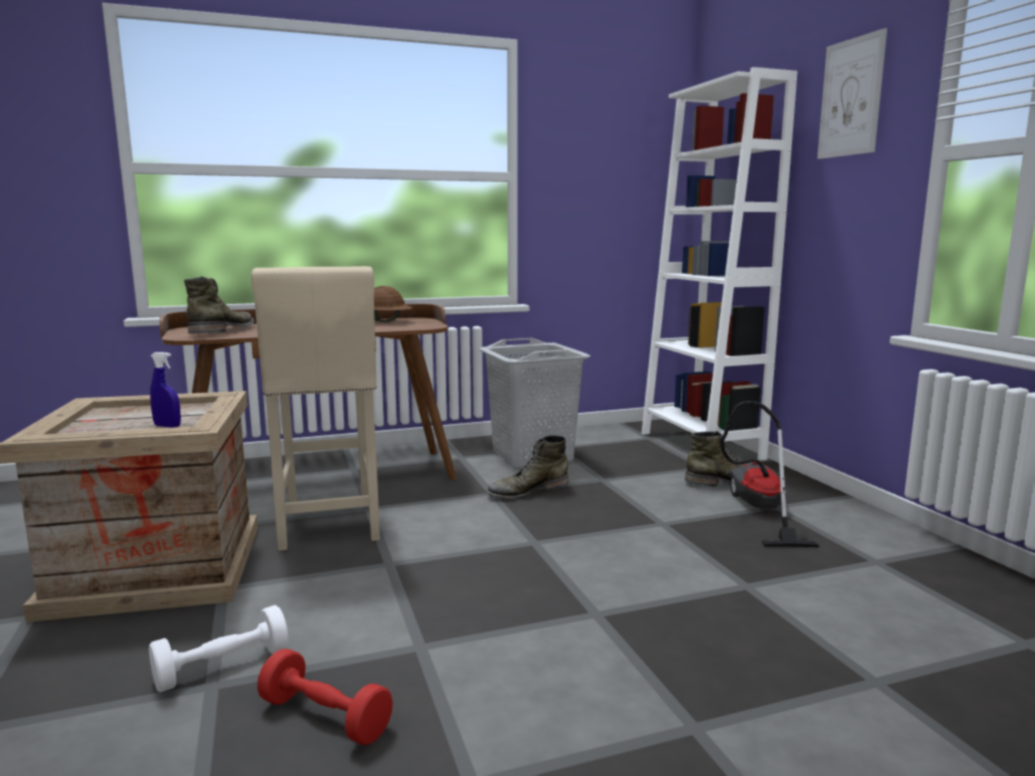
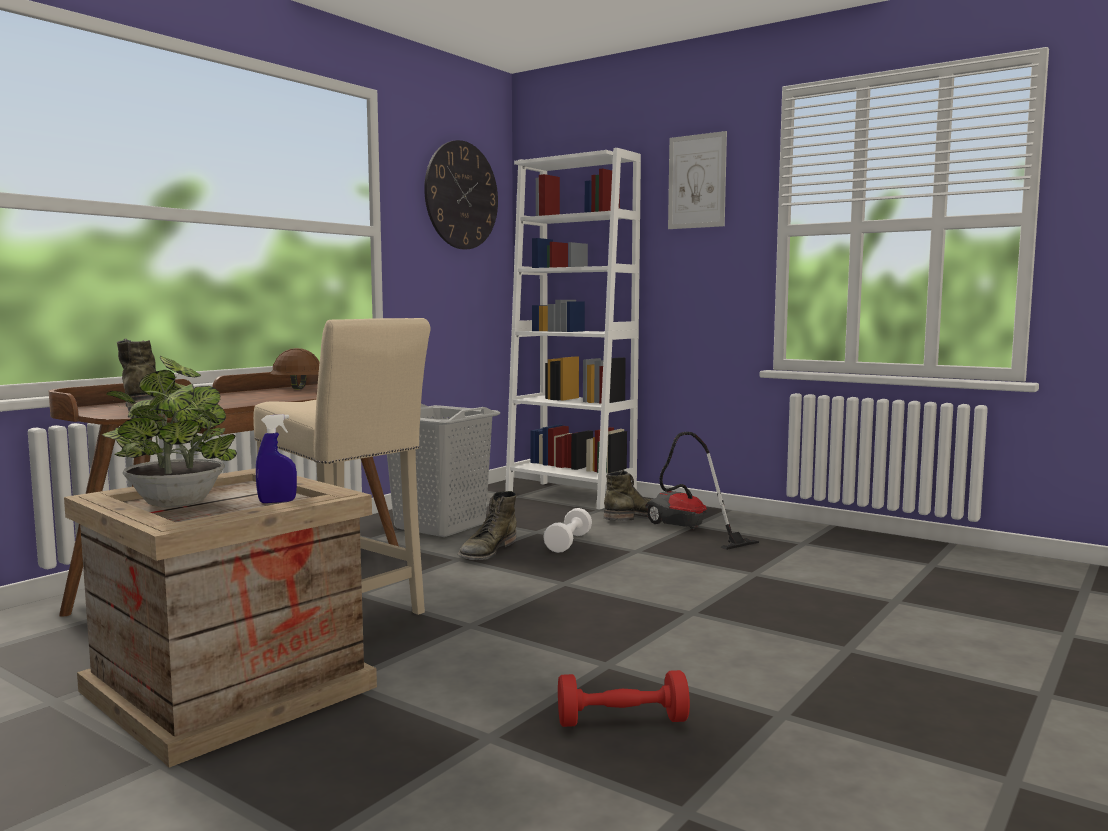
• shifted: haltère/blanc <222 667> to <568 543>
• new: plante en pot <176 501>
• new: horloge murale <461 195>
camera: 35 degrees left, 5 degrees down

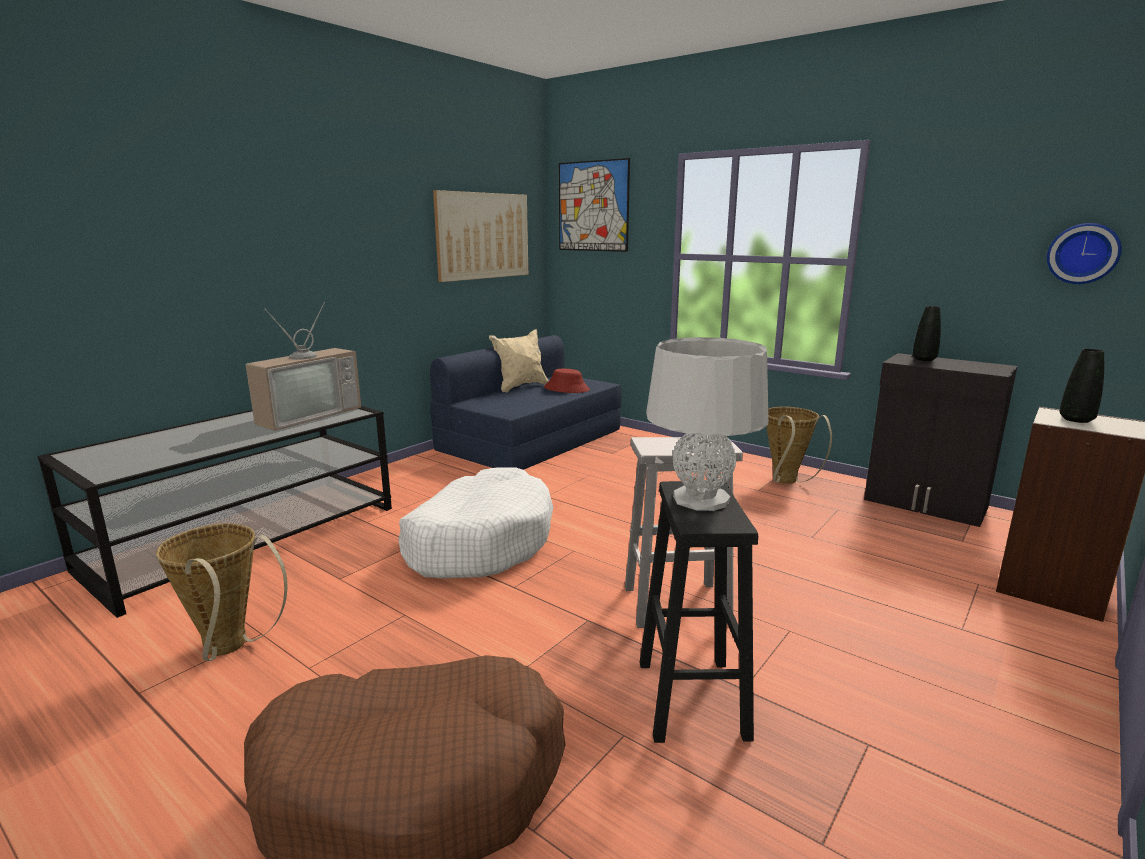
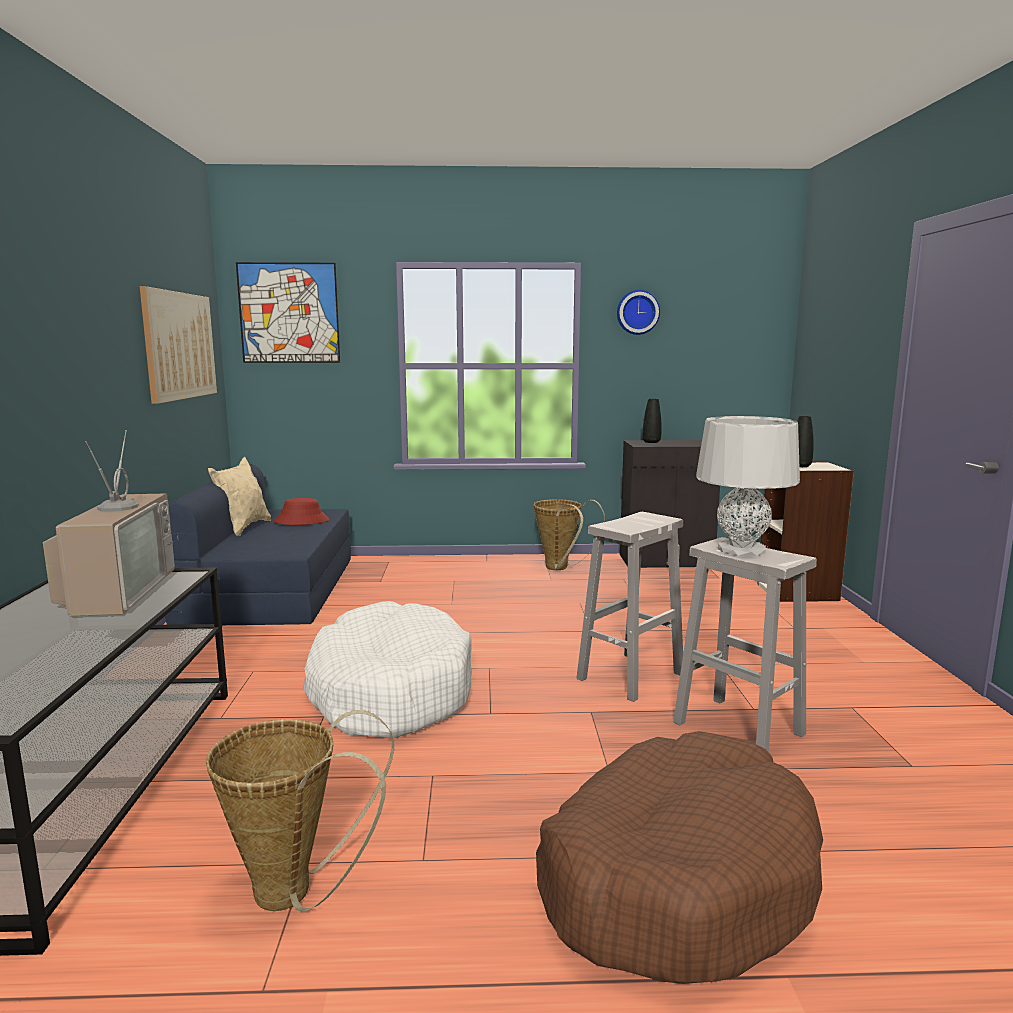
• repainted: tabouret/noir <692 700> to tabouret/blanc <740 729>
• shifted: horloge murale <1083 253> to <637 312>
camera: 40 degrees left, 5 degrees down

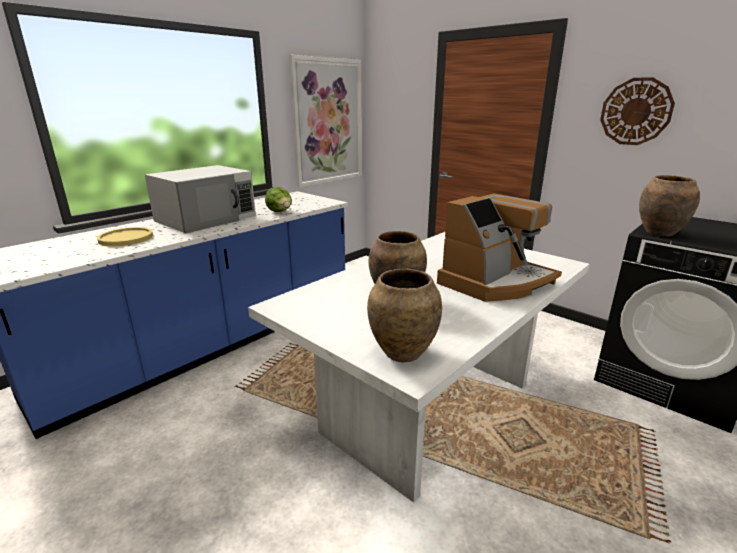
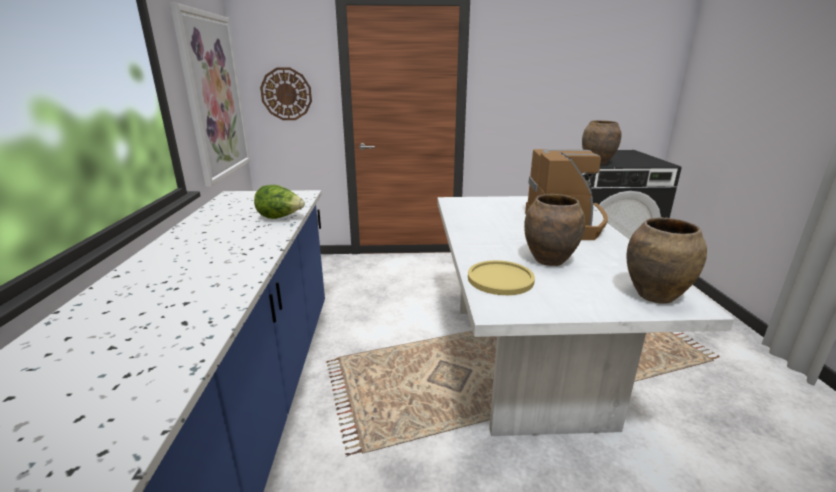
• shifted: assiette/jaune <126 238> to <500 279>
• gone: micro-ondes/blanc <207 218>
• shifted: horloge murale <636 112> to <286 94>
camera: 45 degrees left, 0 degrees up

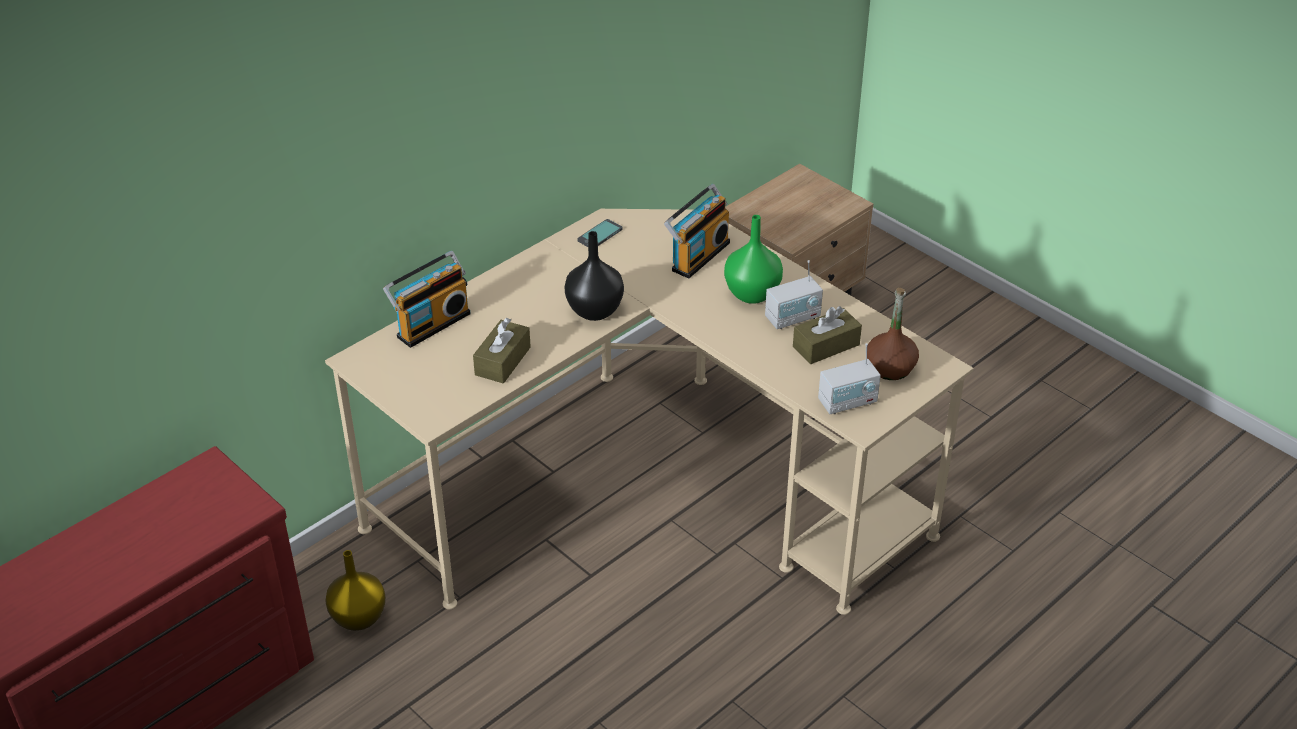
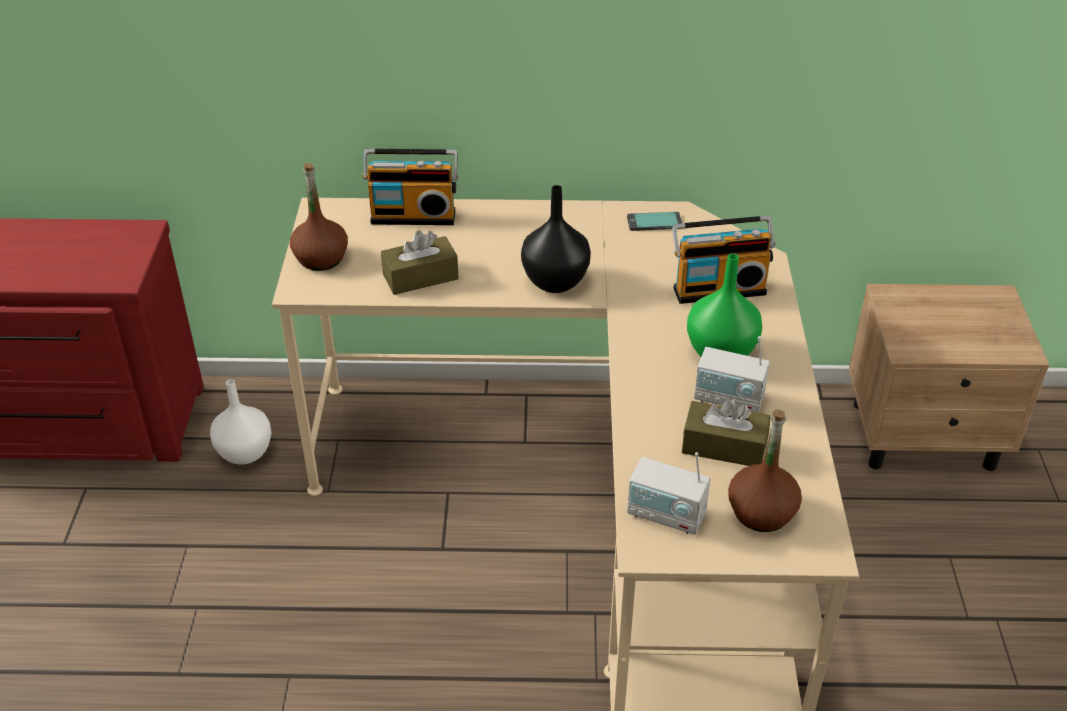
• repainted: vase/jaune <358 617> to vase/blanc <245 452>
• new: bouteille/marron <321 258>
camera: 45 degrees right, 0 degrees up

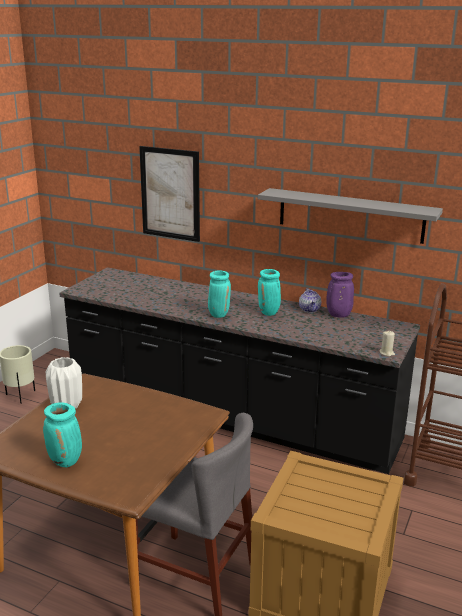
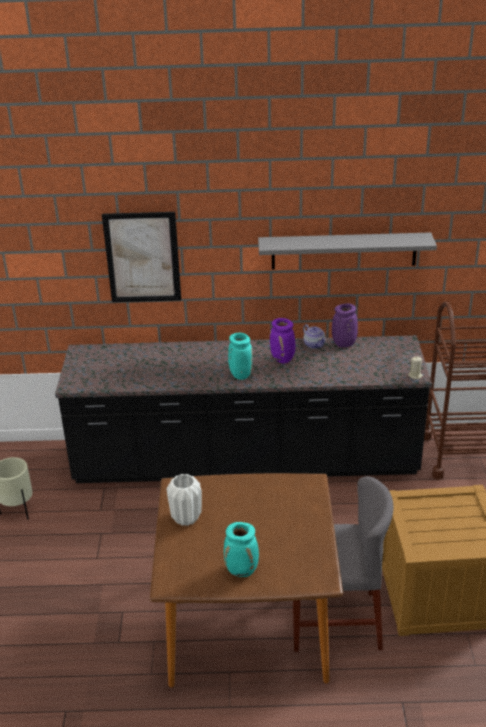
• repainted: vase/turquoise <269 313> to vase/violet <283 359>
camera: 25 degrees left, 10 degrees up

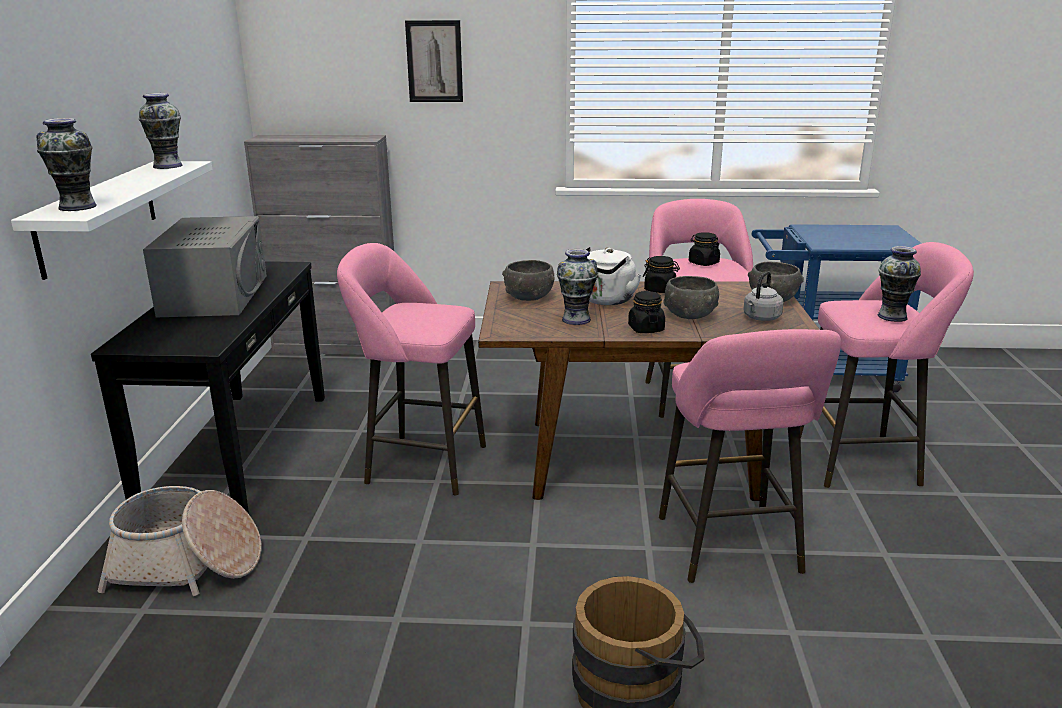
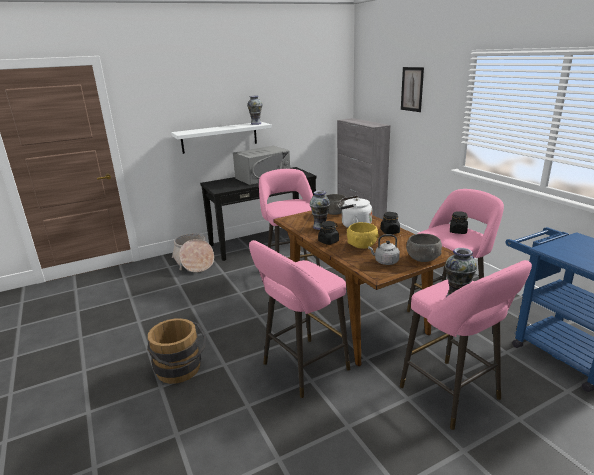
• gone: vase <77 207>
• repainted: bol/gris <690 315> to bol/jaune <362 246>
camera: 60 degrees right, 0 degrees up

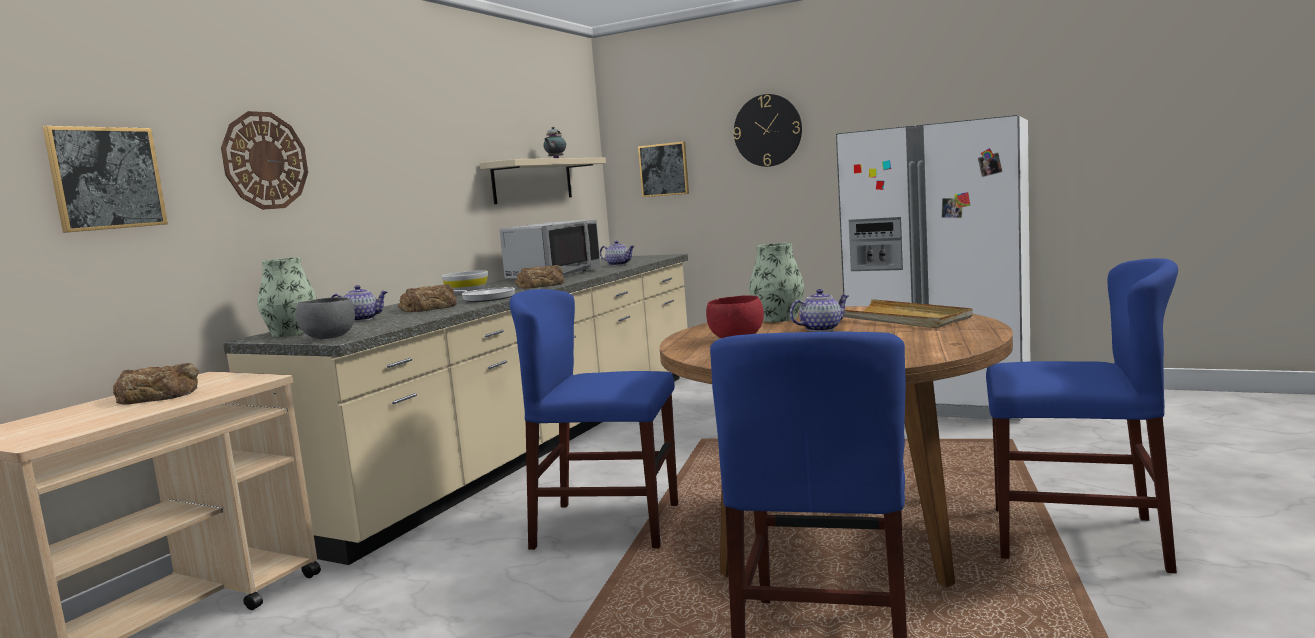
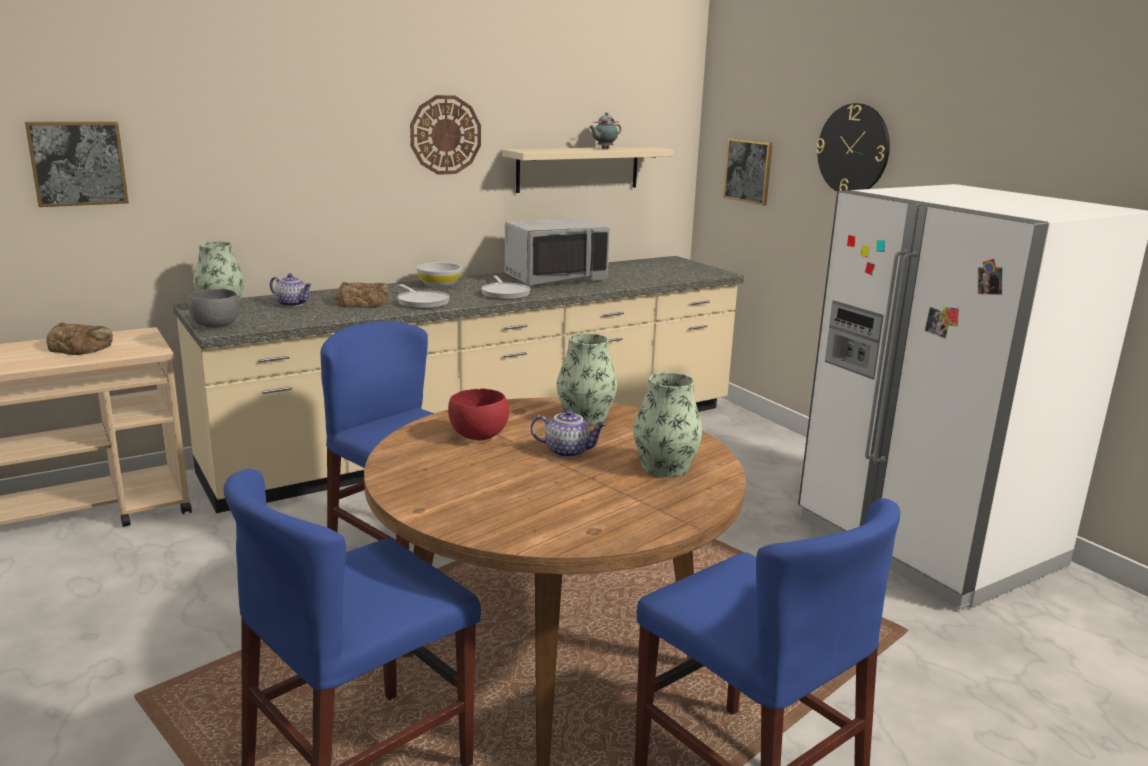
• shifted: horloge murale <265 160> to <445 135>
• swapped: pain <541 285> to poêle <505 293>
• gone: théière <619 264>
• swapped: plateau/beige <902 319> to vase <665 467>
camera: 30 degrees right, 10 degrees up

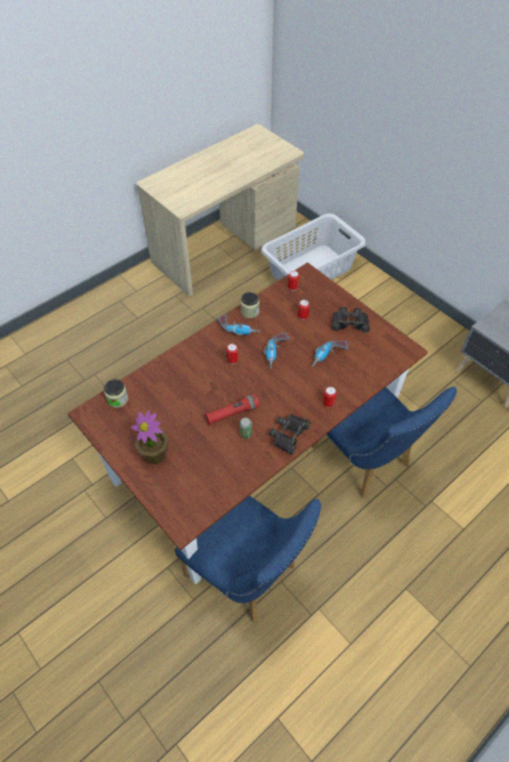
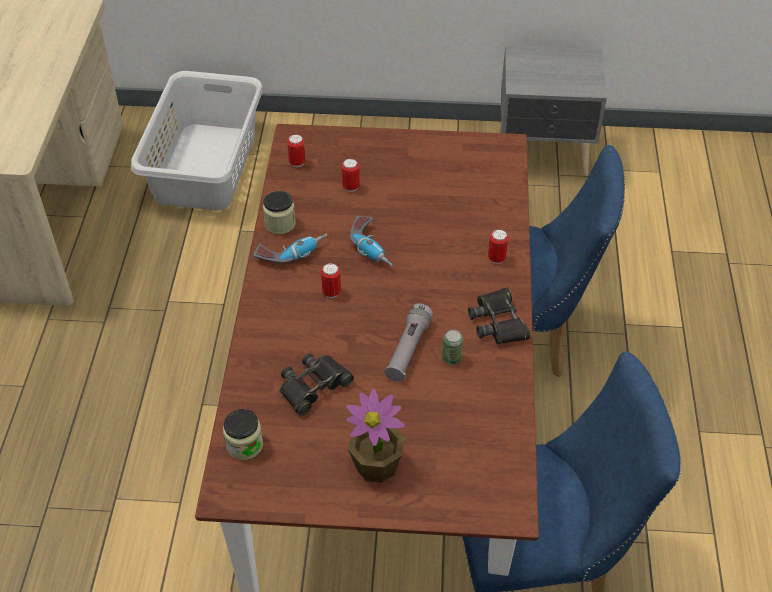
• repainted: lampe de poche/rouge <232 413> to lampe de poche/gris <408 349>
• gone: perceuse <328 357>
• shifted: jumelles/noir <350 323> to <313 386>
camera: 45 degrees left, 5 degrees down

